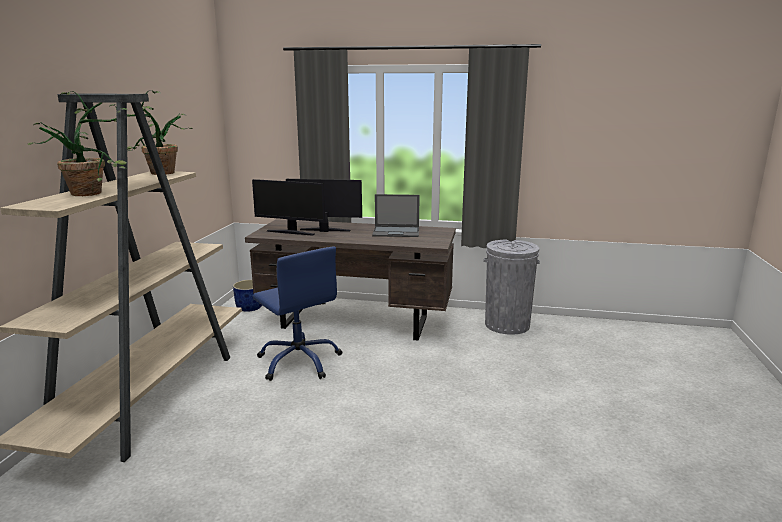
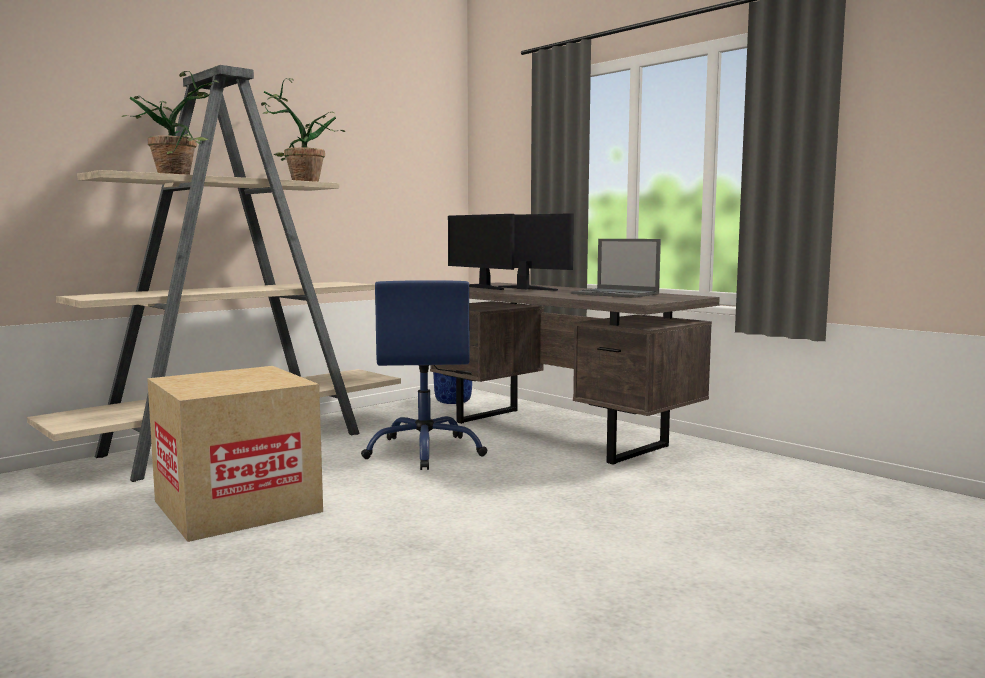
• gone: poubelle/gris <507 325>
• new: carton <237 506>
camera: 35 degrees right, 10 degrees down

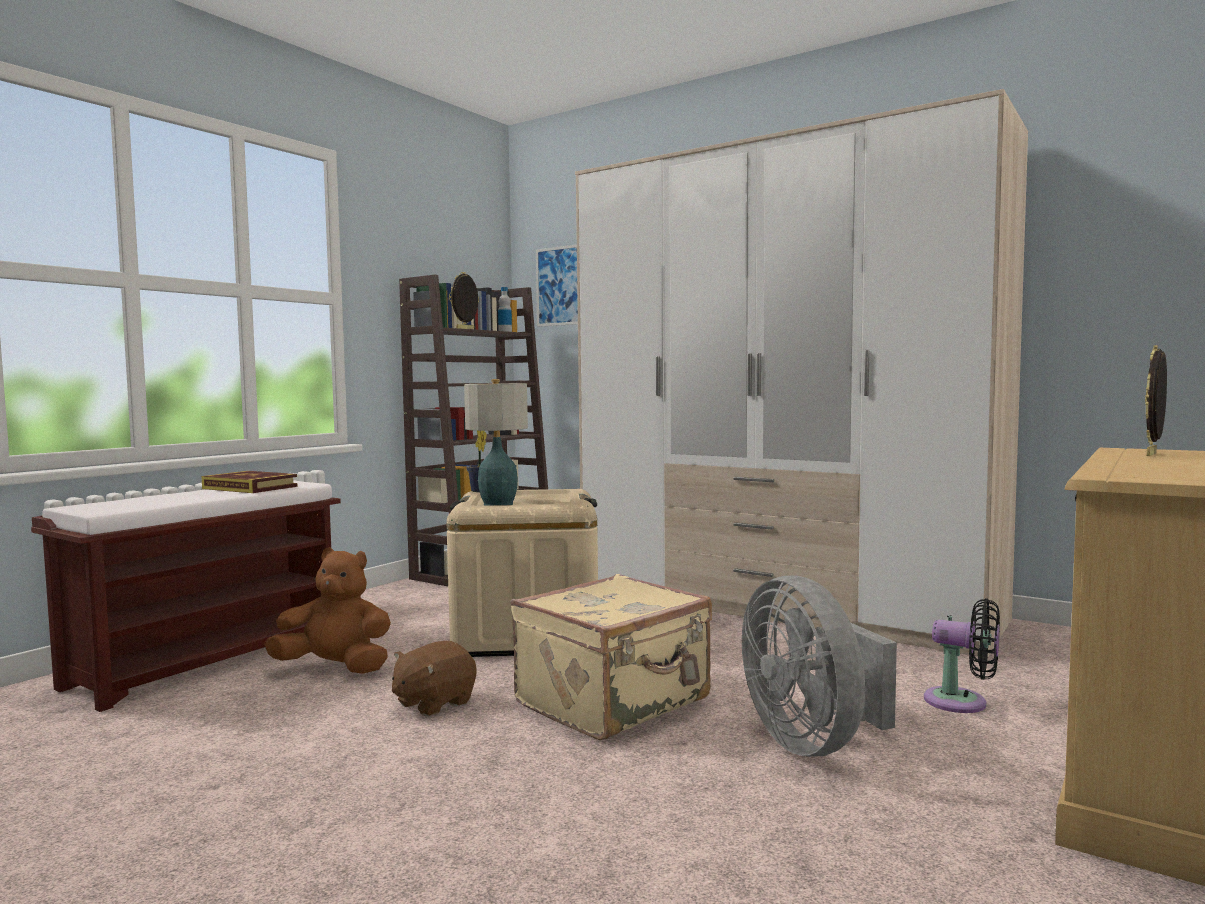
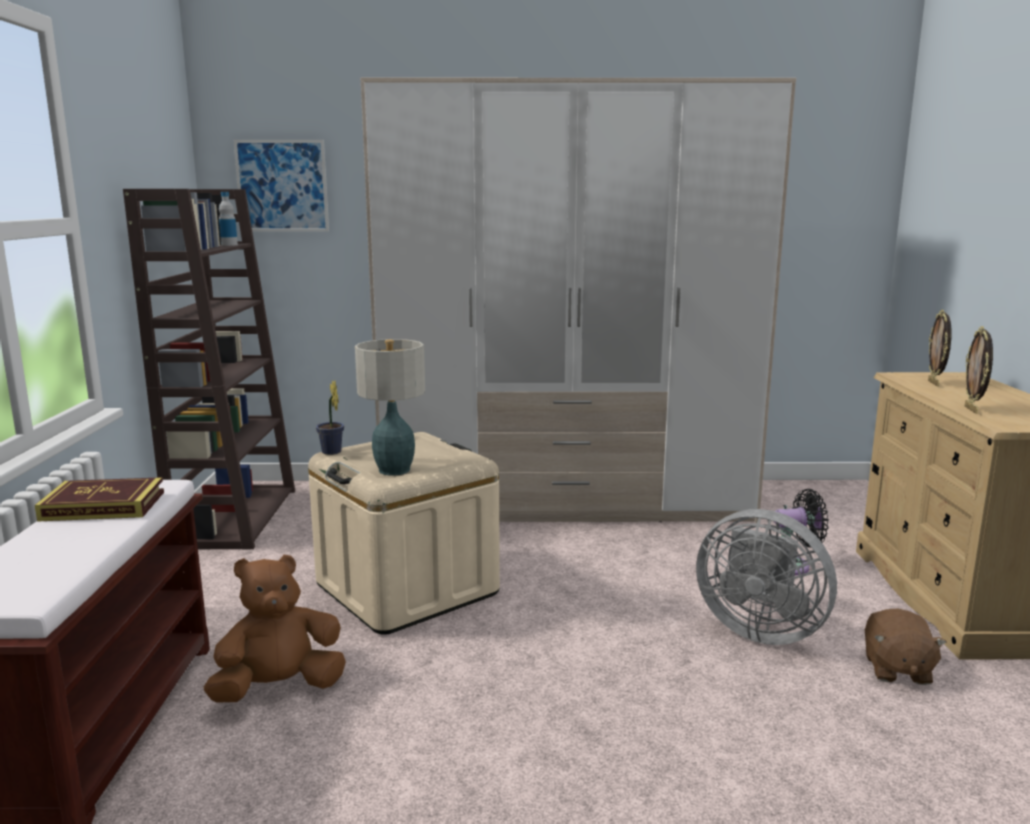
• shifted: peluche/marron <433 703> to <896 669>
• shifted: cadre photo <465 329> to <972 410>
• gone: valise/beige <615 702>
camera: 35 degrees left, 10 degrees up

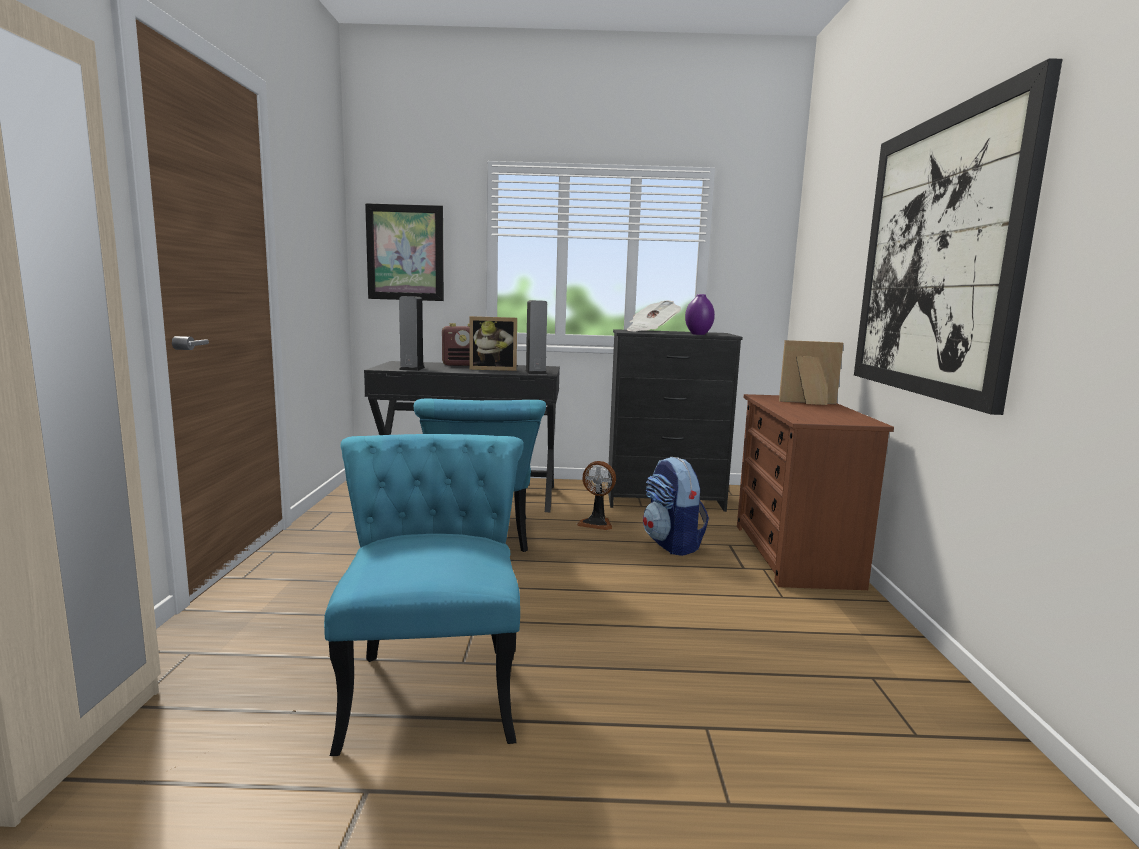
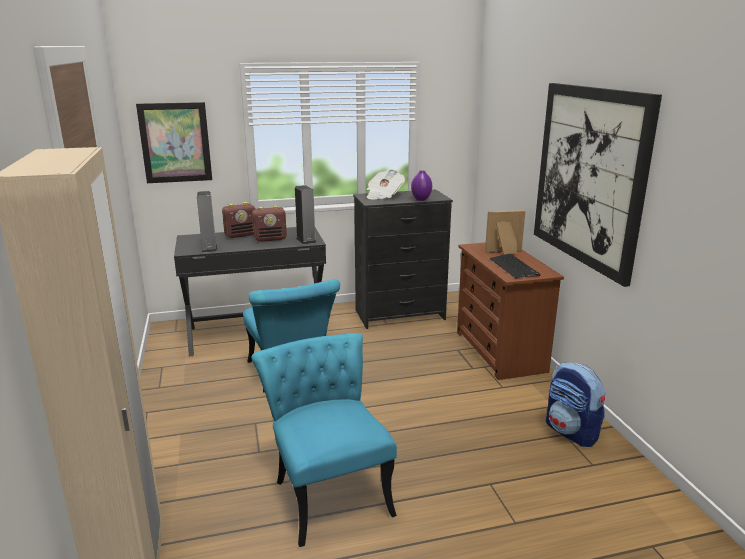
• swapped: cadre photo <493 369> to radio <270 239>
• gone: ventilateur <597 523>
• shifted: sac à dos <672 544> to <571 432>
• new: clavier <514 267>
camera: 15 degrees left, 10 degrees up

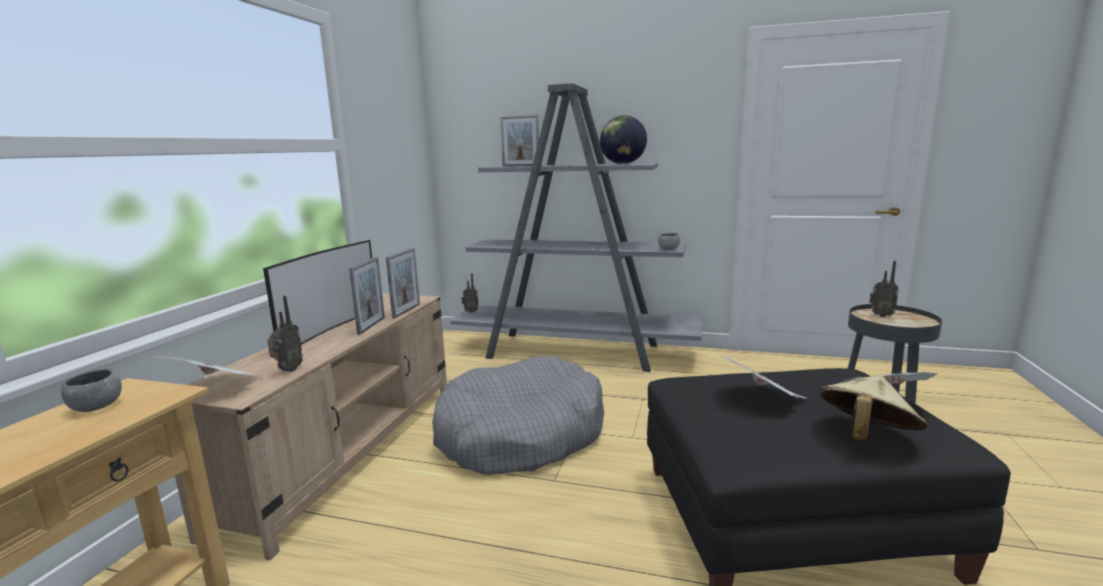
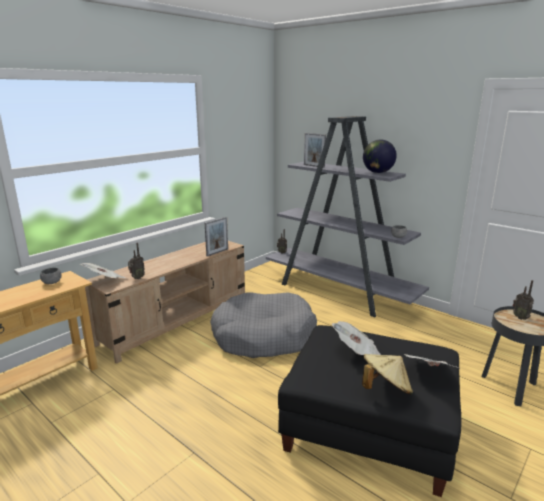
• gone: téléviseur <329 330>
• gone: cadre photo <371 325>
camera: 25 degrees right, 5 degrees up

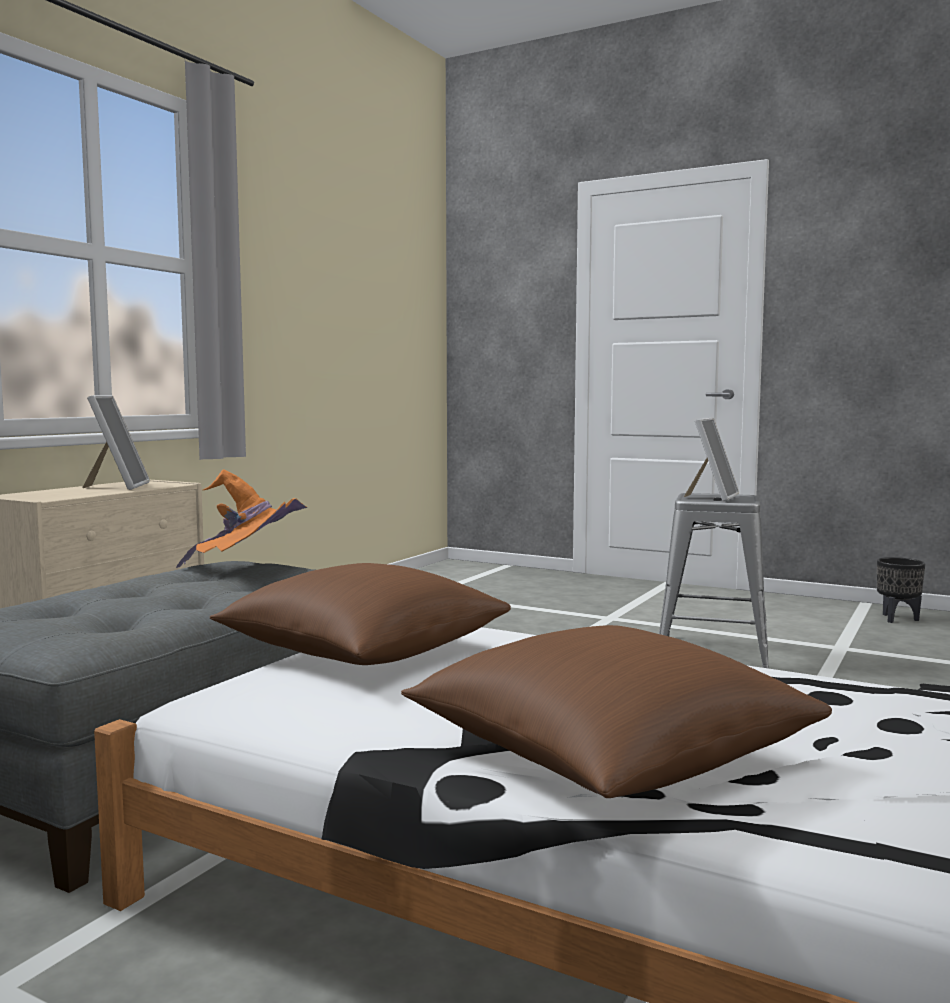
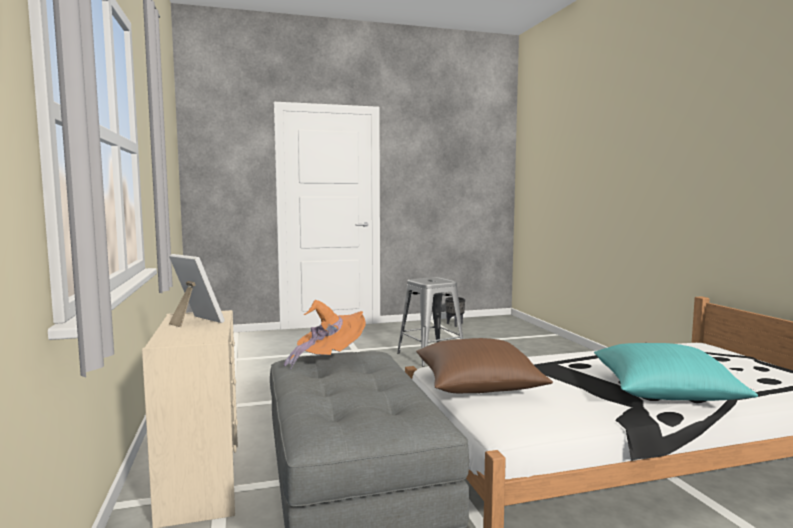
• repainted: coussin/marron <609 756> to coussin/turquoise <664 392>
• gone: cadre photo <712 497>
camera: 45 degrees left, 0 degrees up

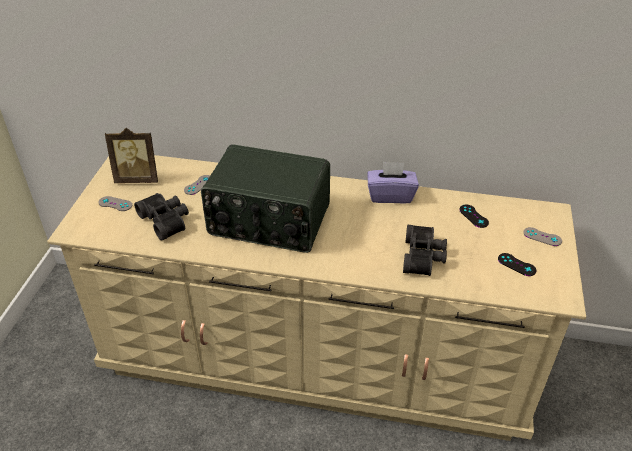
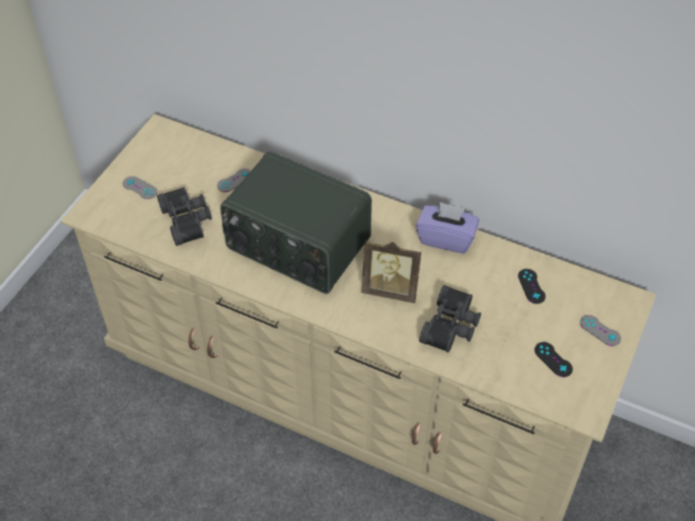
• shifted: cadre photo <138 178> to <390 289>
camera: 15 degrees right, 10 degrees up

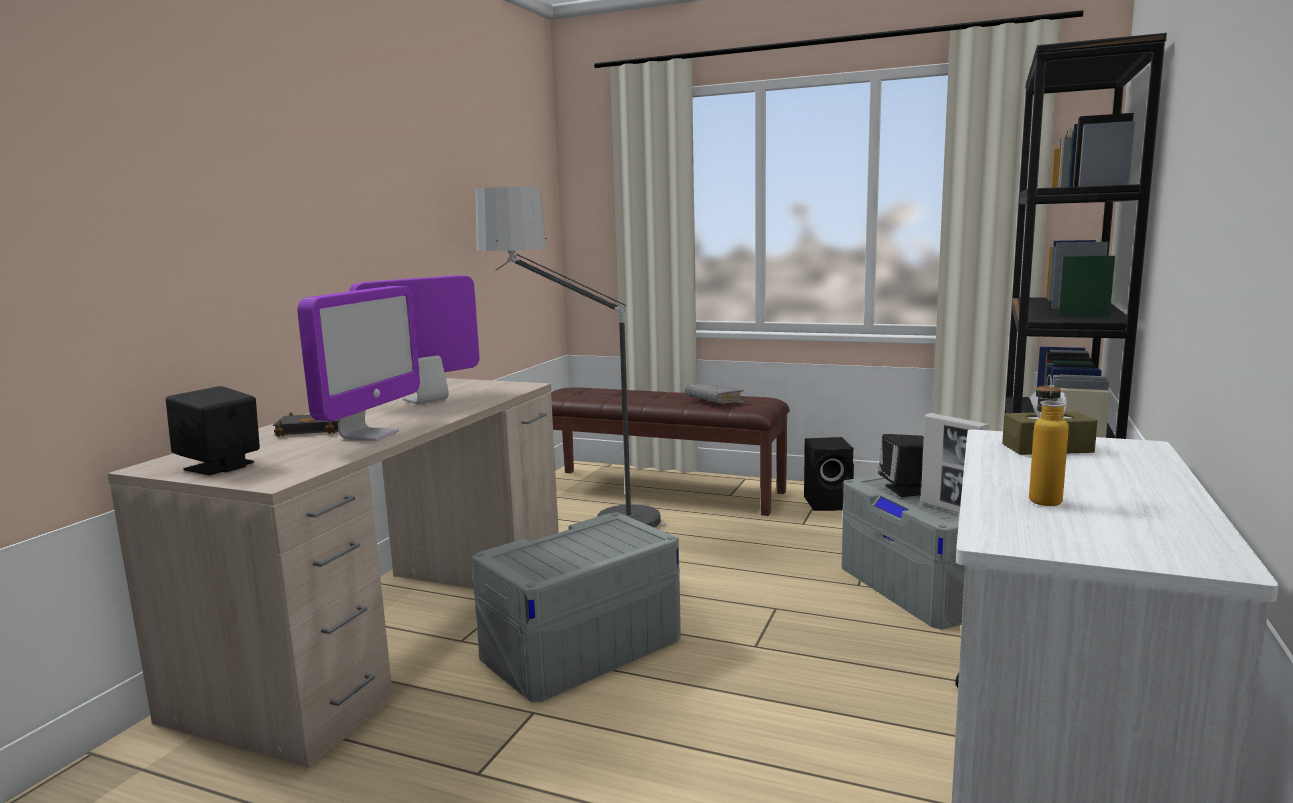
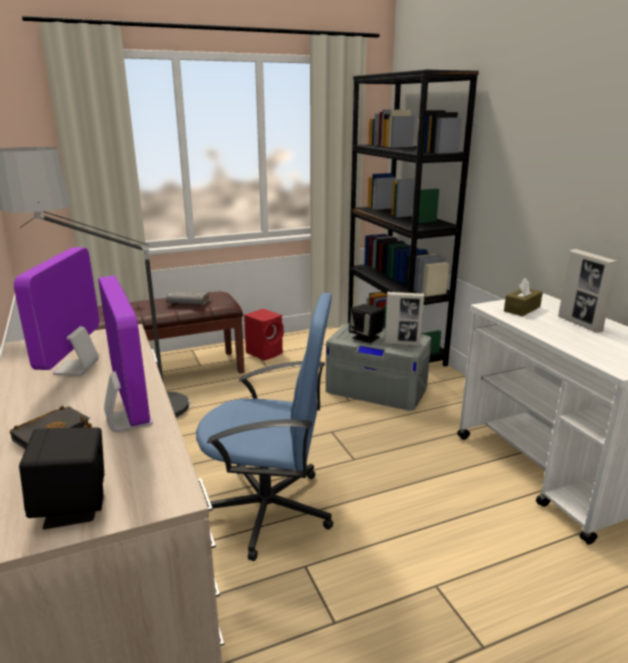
• swapped: boîte de rangement/gris <582 648> to chaise de bureau/bleu <268 509>
• repainted: enceinte/noir <829 503> to enceinte/rouge <265 352>
• gone: bouteille <1043 497>
• new: cadre photo <579 324>
camera: 45 degrees left, 10 degrees up

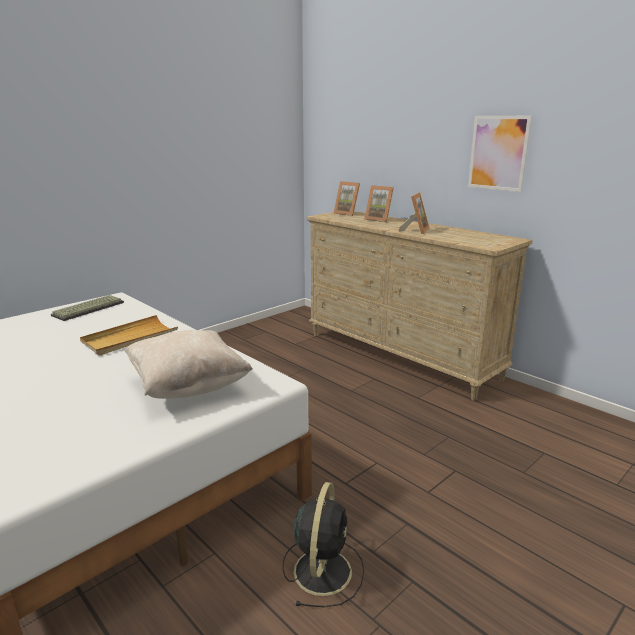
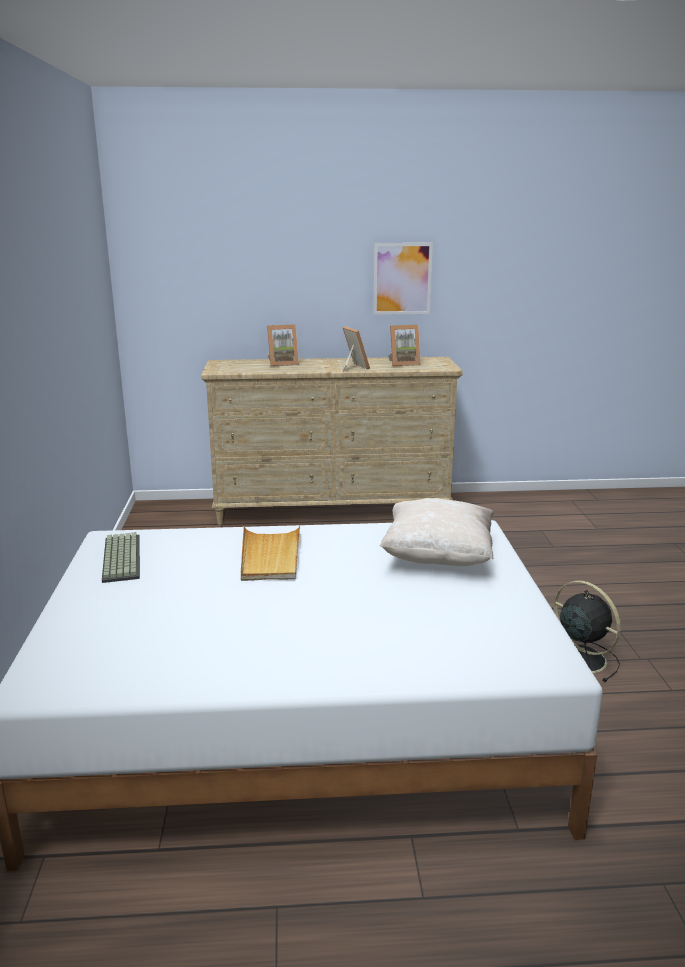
• shifted: cadre photo <348 213> to <403 363>
camera: 50 degrees left, 0 degrees up

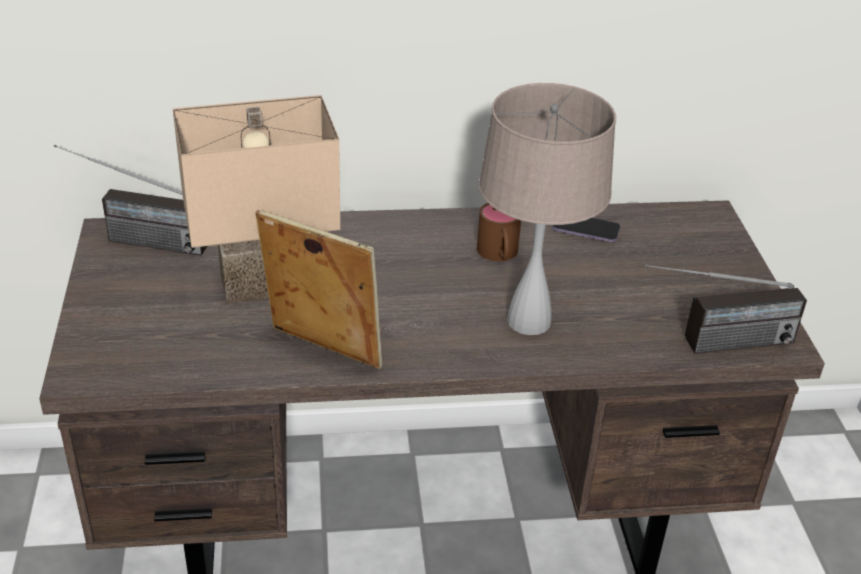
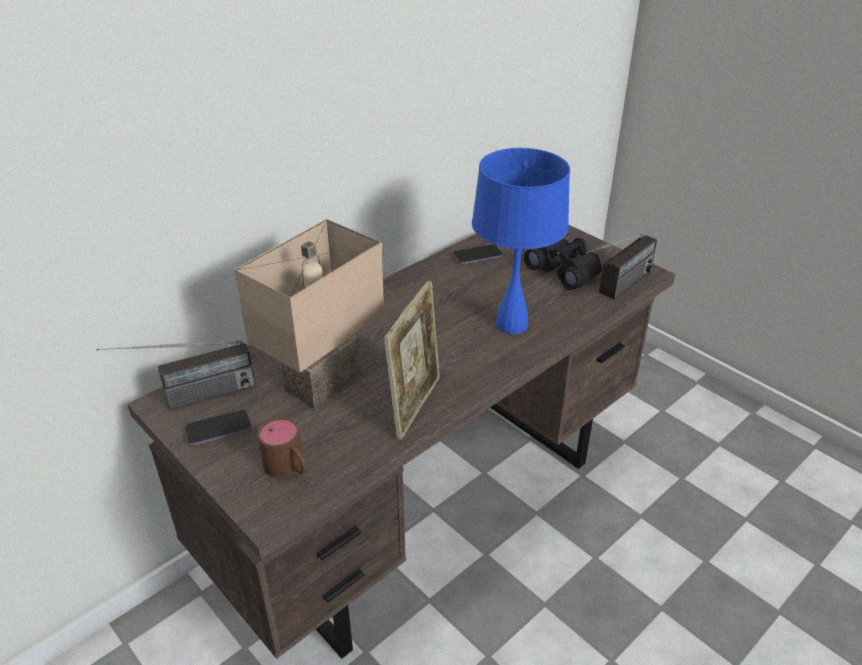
• rotated: cadre photo <322 350> = <415 405> 120 degrees clockwise
• shifted: mug/marron <499 255> to <289 468>
• repainted: lampe de table/beige <530 321> to lampe de table/bleu <512 324>
• new: téléphone <218 429>
• new: jumelles/noir <565 271>
camera: 35 degrees left, 0 degrees up

